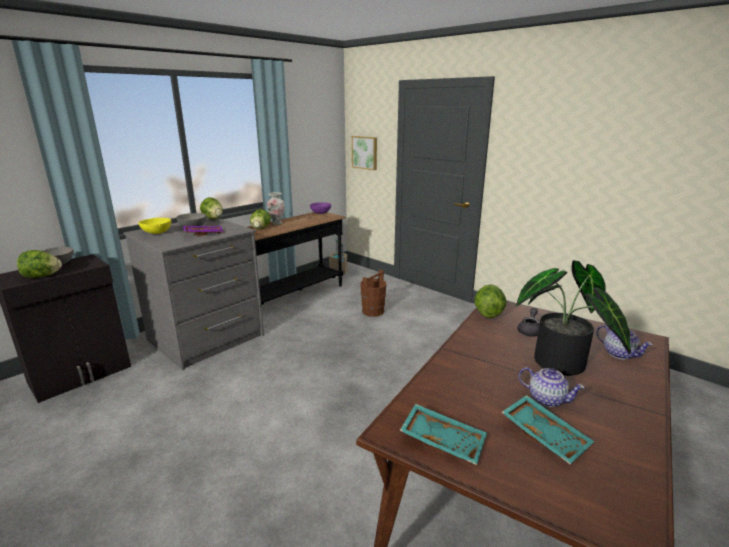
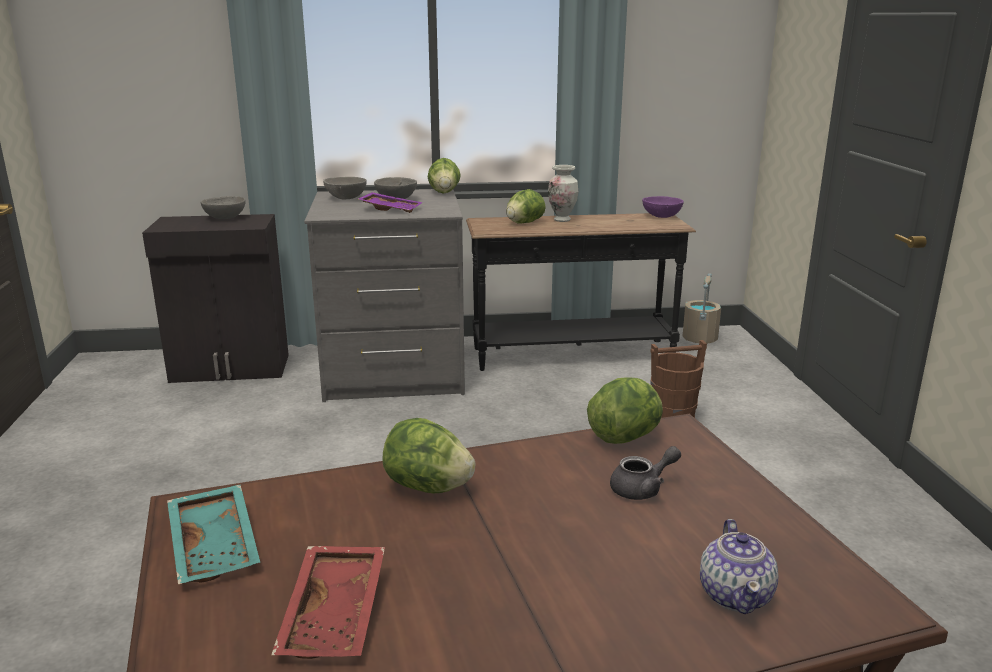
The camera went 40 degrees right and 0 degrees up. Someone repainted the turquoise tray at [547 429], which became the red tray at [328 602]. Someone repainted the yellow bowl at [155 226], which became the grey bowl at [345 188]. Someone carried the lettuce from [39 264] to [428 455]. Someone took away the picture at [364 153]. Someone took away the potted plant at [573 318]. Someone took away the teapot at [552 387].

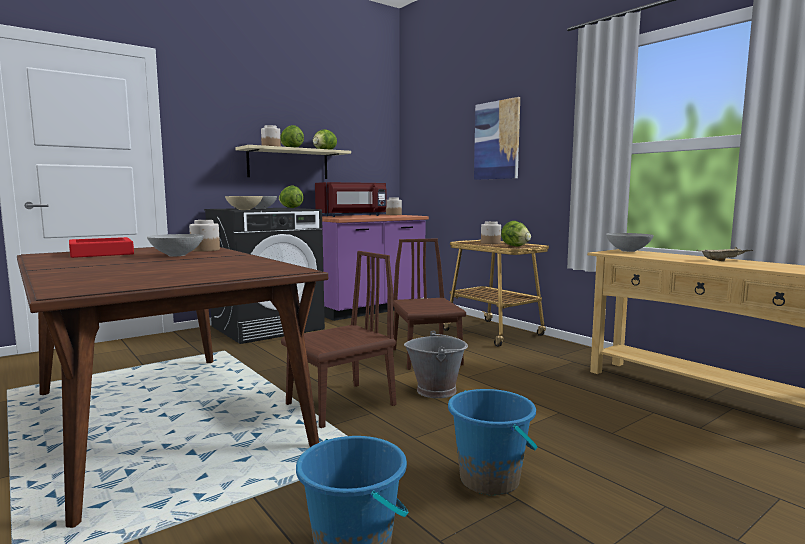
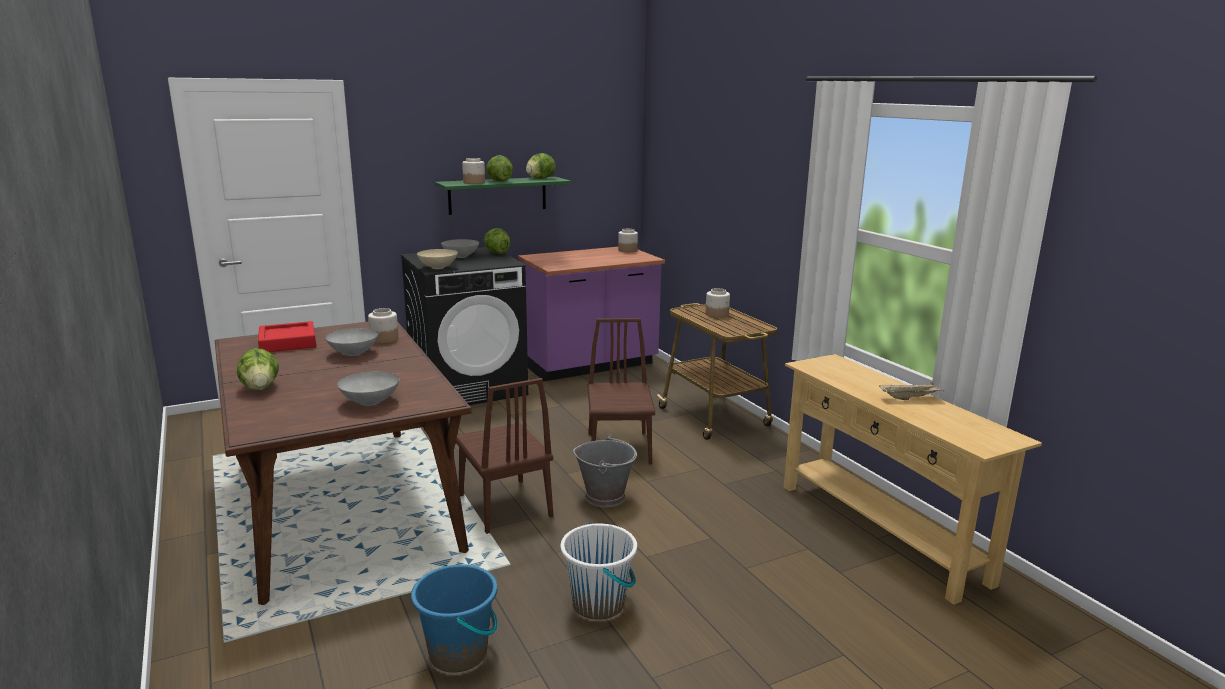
The camera went 10 degrees right and 10 degrees up. Someone carried the lettuce from [516 233] to [258 369]. Someone carried the grey bowl from [630 242] to [368 388]. Someone repainted the beige shelf at [293 162], which became the green shelf at [503 196]. Someone rotated the brown chair at [338 339] by 90 degrees clockwise. Someone repainted the blue bucket at [493 442], which became the white bucket at [599 571]. Someone took away the red microwave at [350 199]. Someone took away the picture at [497 138].

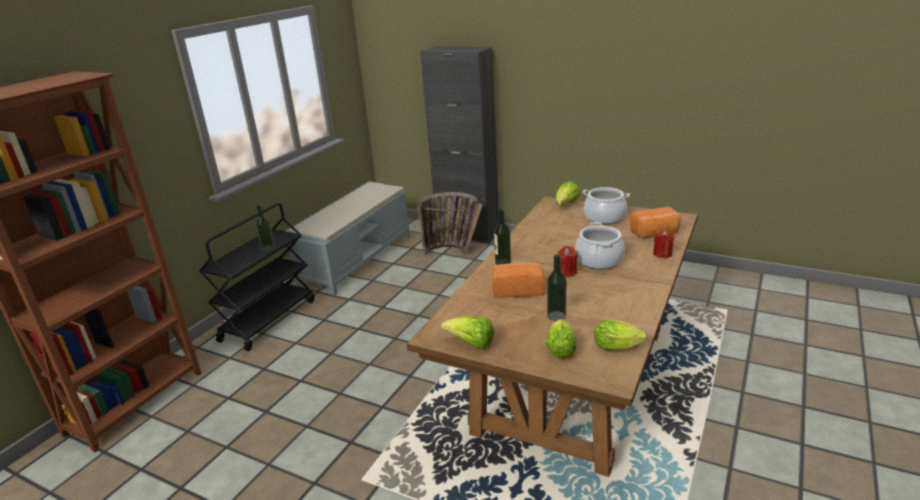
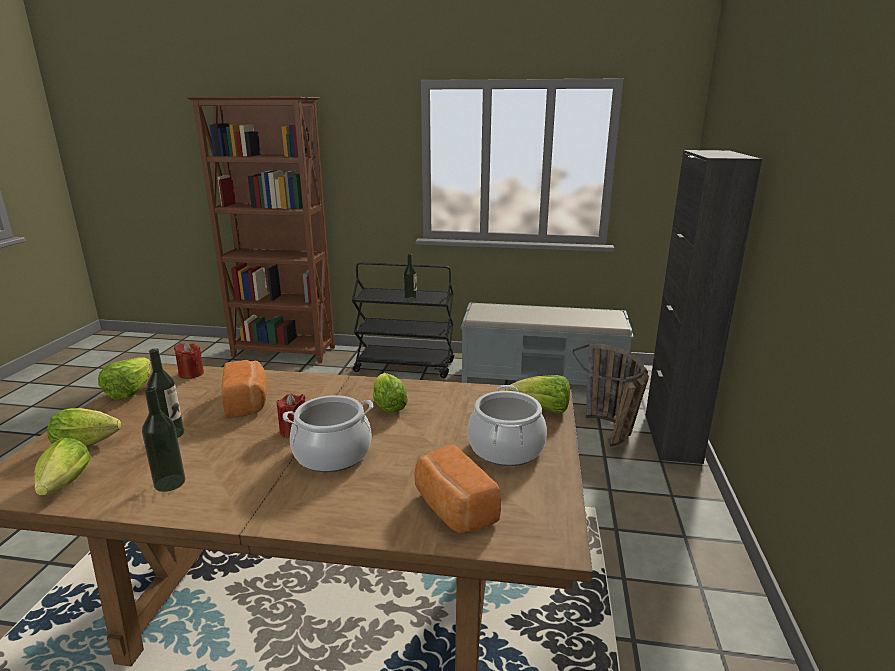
The camera went 70 degrees right and 5 degrees down. Someone carried the bottle from [502 237] to [163 439]. Someone carried the red candle from [663 244] to [189 361]. Someone put down the lettuce at [390 393].

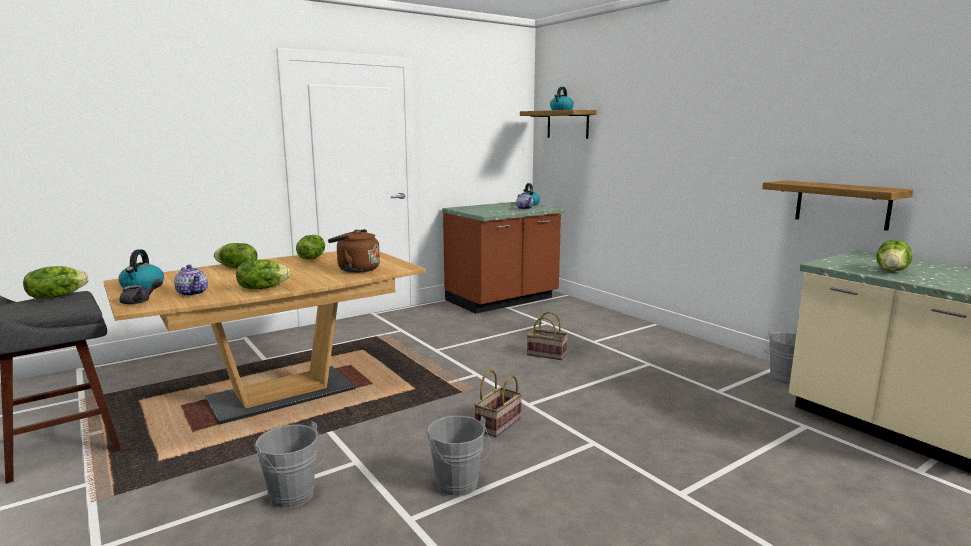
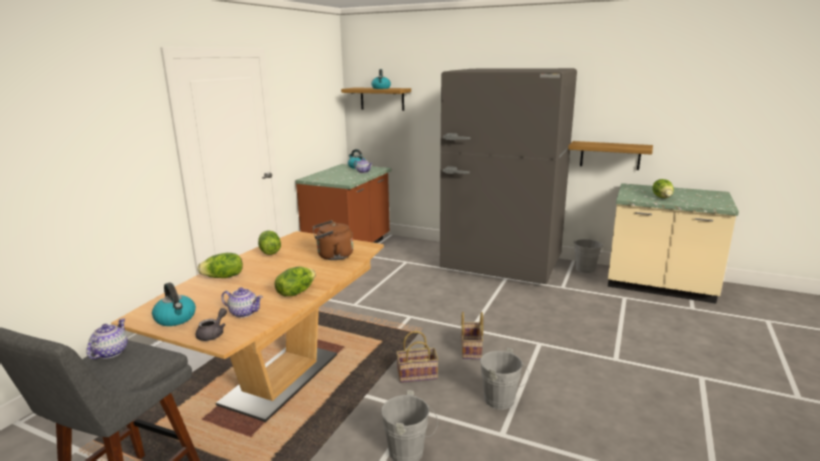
The camera went 30 degrees left and 5 degrees up. Someone swapped the lettuce at [55 282] for the teapot at [107 338]. Someone carried the basket from [547 335] to [417 357]. Someone put down the grey fridge at [508 176].

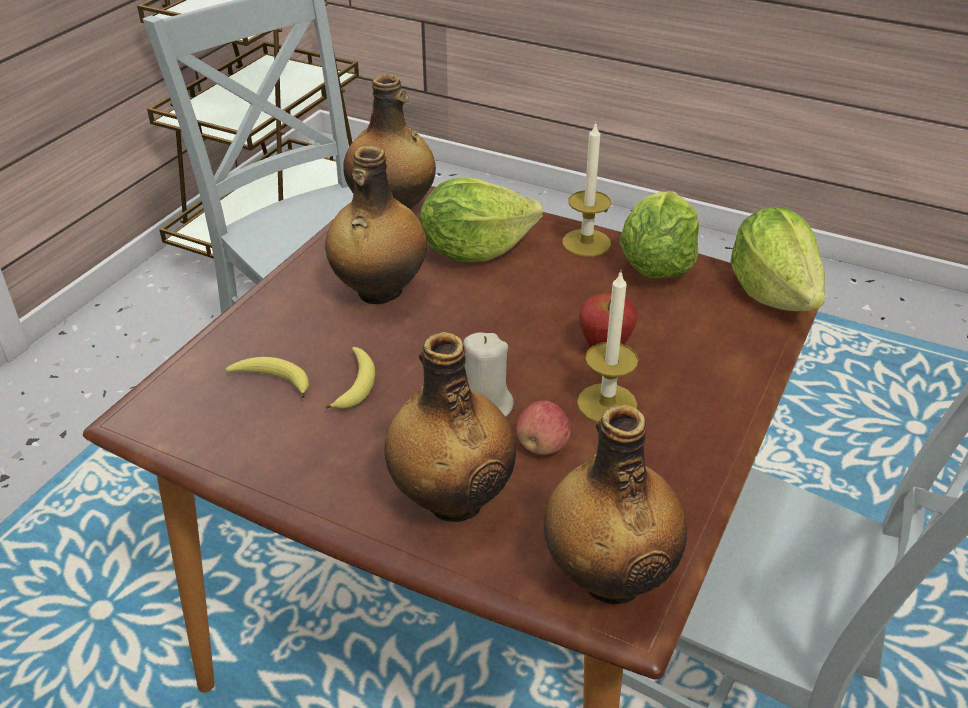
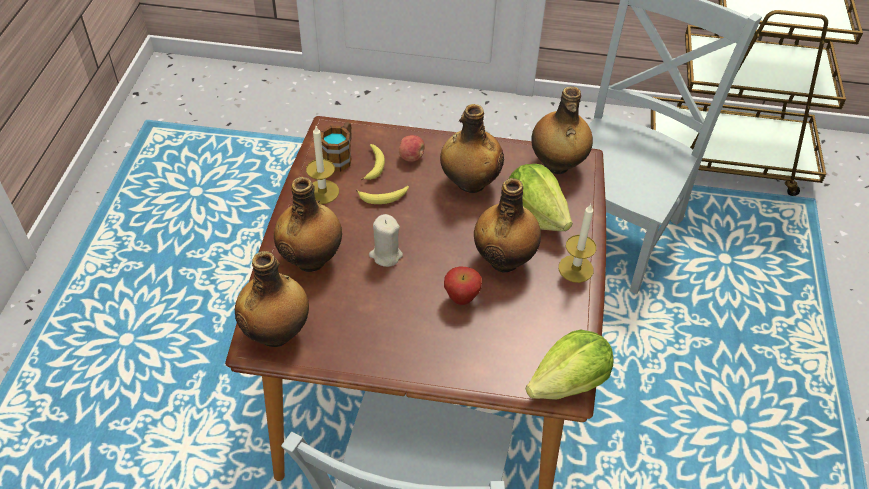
The camera went 70 degrees right and 10 degrees up. Someone carried the candle from [608 347] to [322 165]. Someone put down the mug at [336 147]. Someone carried the apple from [543 427] to [412 148]. Someone put down the bottle at [507 225]. Someone took away the lettuce at [659 234].

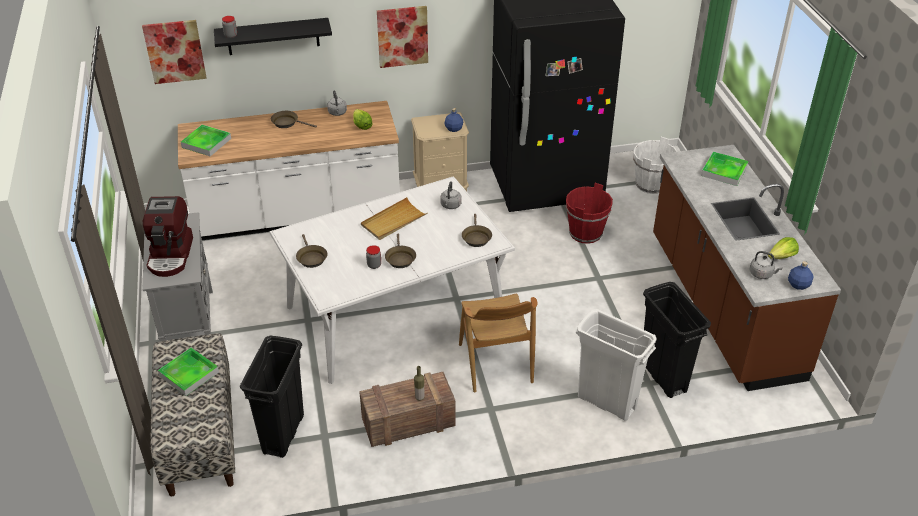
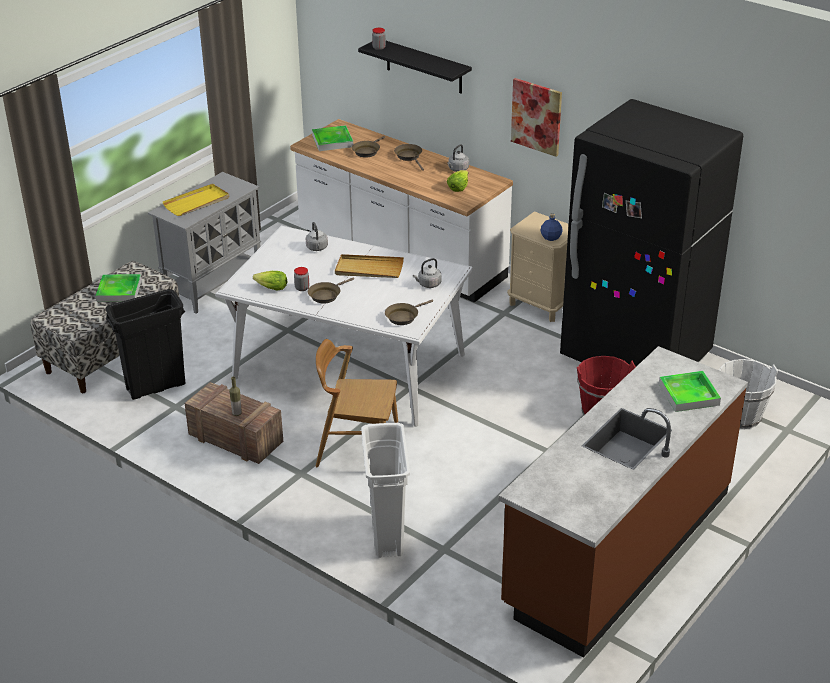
The camera went 50 degrees right and 5 degrees down. Someone swapped the coffee machine at [168 236] for the yellow tray at [196 200]. Someone carried the lettuce from [783 248] to [270 280]. Someone carried the grey kettle from [766 265] to [317 236]. Someone rotated the brown chair at [498 343] by 60 degrees clockwise. Someone carried the brown frying pan from [312 251] to [368 147]. Someone took away the picture at [174 52]. Someone took away the black trash can at [677 340]. Someone took away the blue bottle at [801 275].

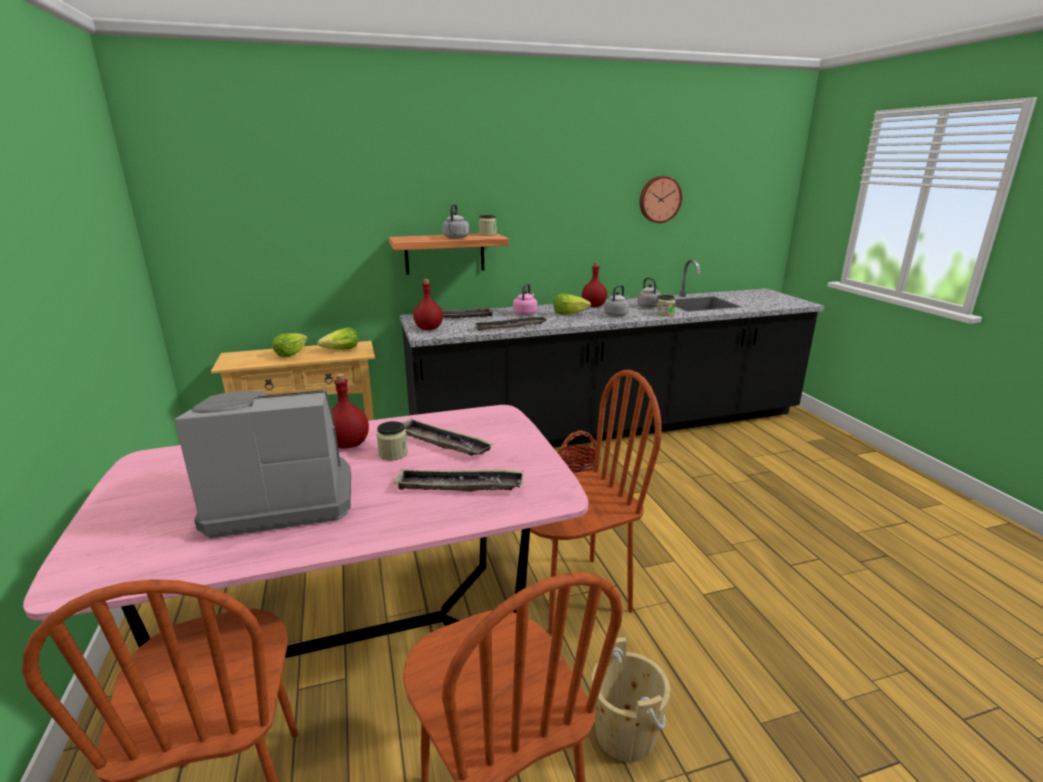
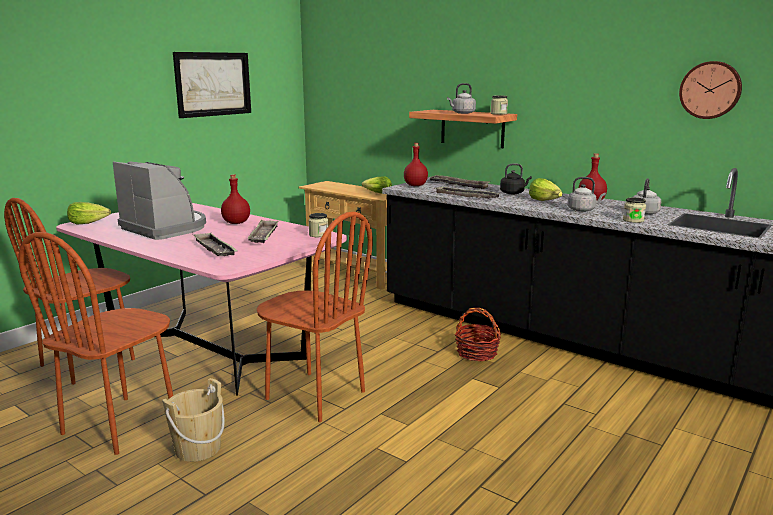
The camera went 55 degrees right and 5 degrees down. Someone carried the lettuce from [290 345] to [89 213]. Someone put up the picture at [212 85]. Someone carried the jar from [392 440] to [318 225]. Someone repainted the pink kettle at [525 299], which became the black kettle at [516 178].

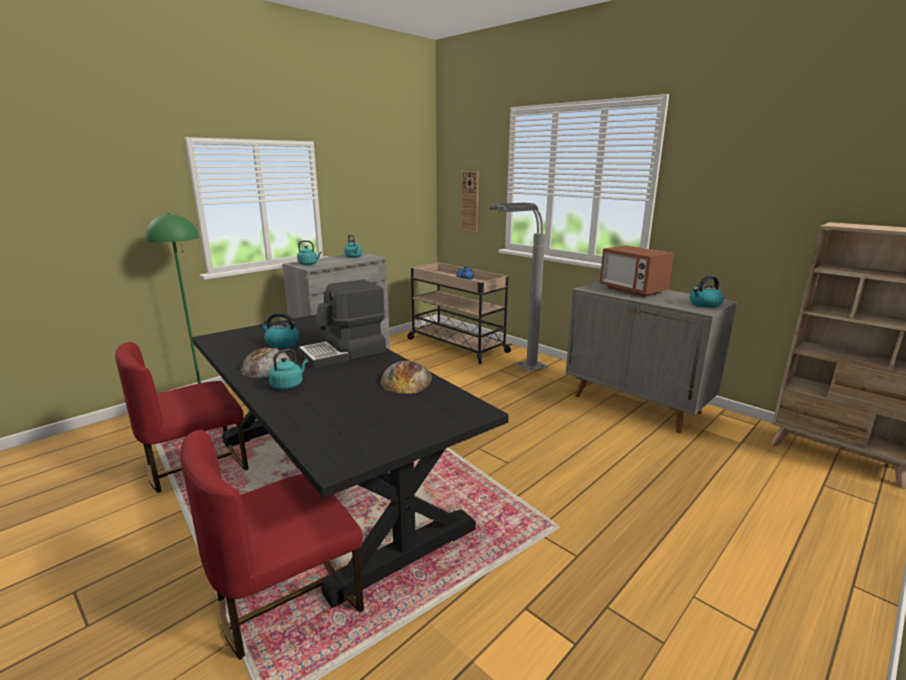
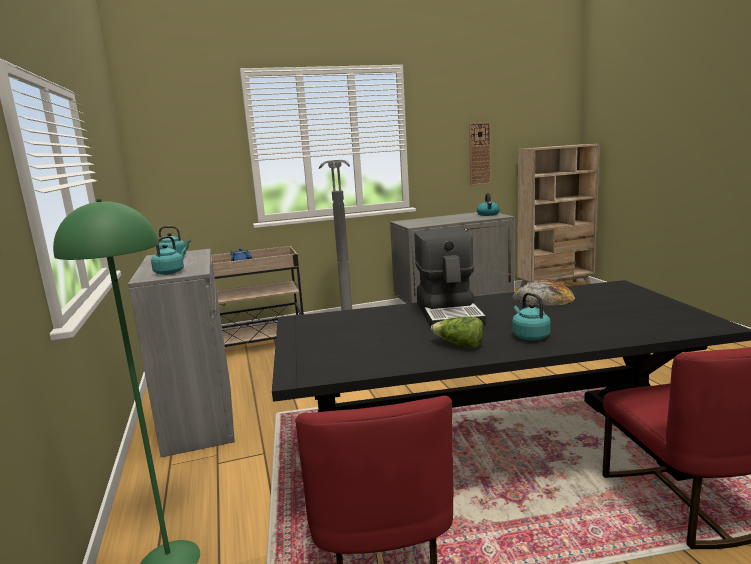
The camera went 60 degrees left and 5 degrees down. Someone swapped the bread at [265 362] for the lettuce at [457 332]. Someone carried the wall clock from [470 201] to [480 154]. Someone took away the kettle at [279 330]. Someone took away the microwave at [637 271].

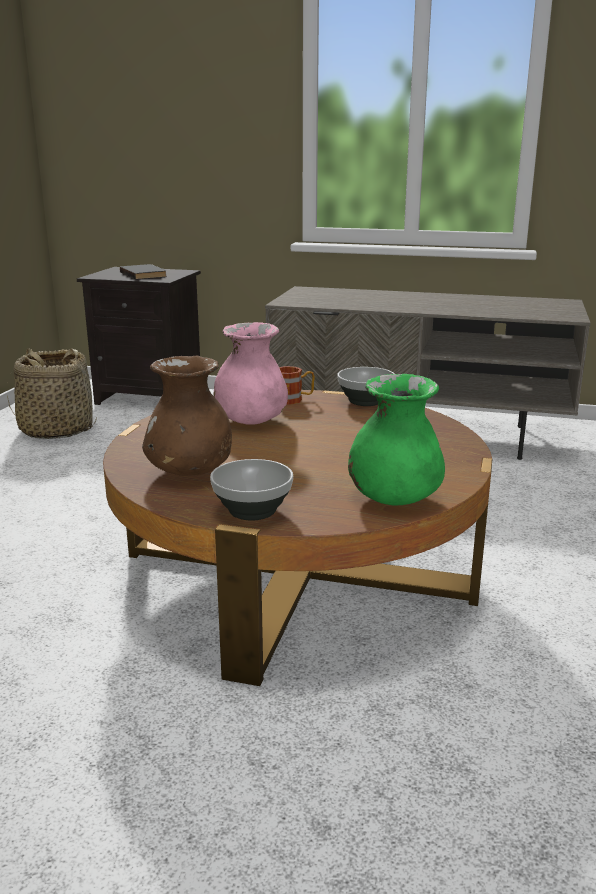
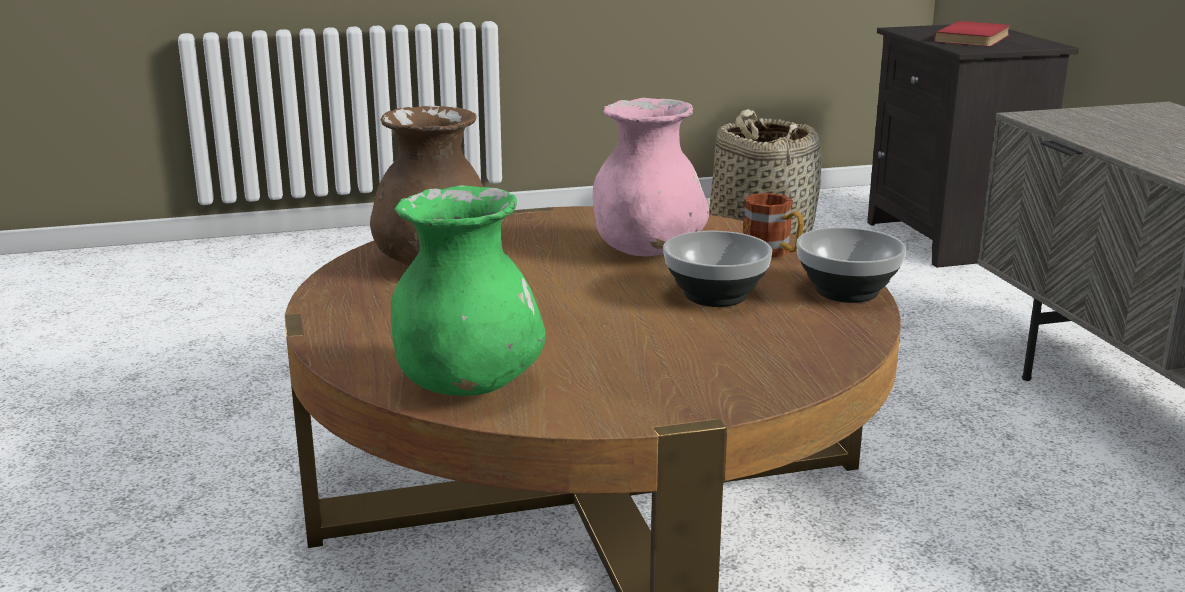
The camera went 60 degrees right and 0 degrees up. Someone carried the bowl from [251 490] to [717 269]. Someone repainted the black book at [143 271], which became the red book at [973 34].

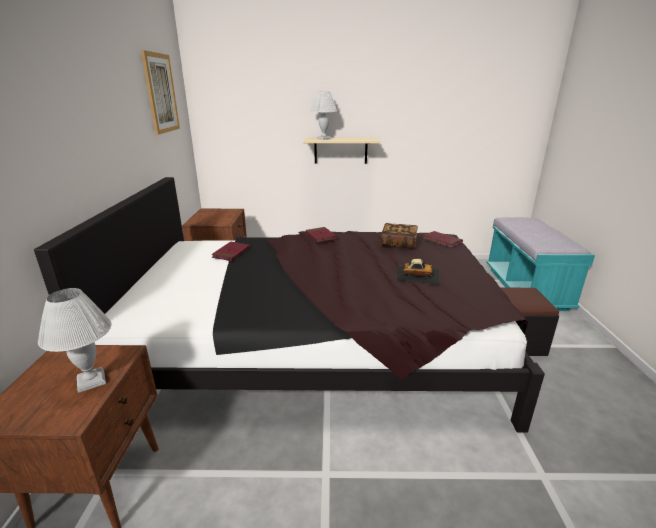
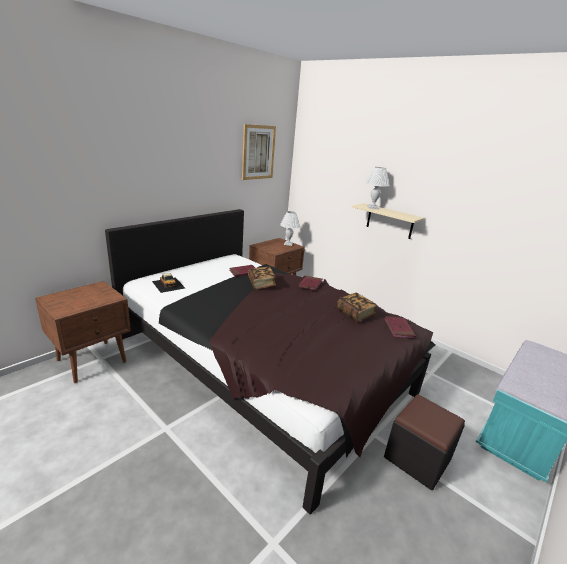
The camera went 40 degrees right and 0 degrees up. Someone carried the toy car from [417 271] to [168 283]. Someone put down the book at [262 278]. Someone carried the white table lamp from [74 340] to [290 228].

